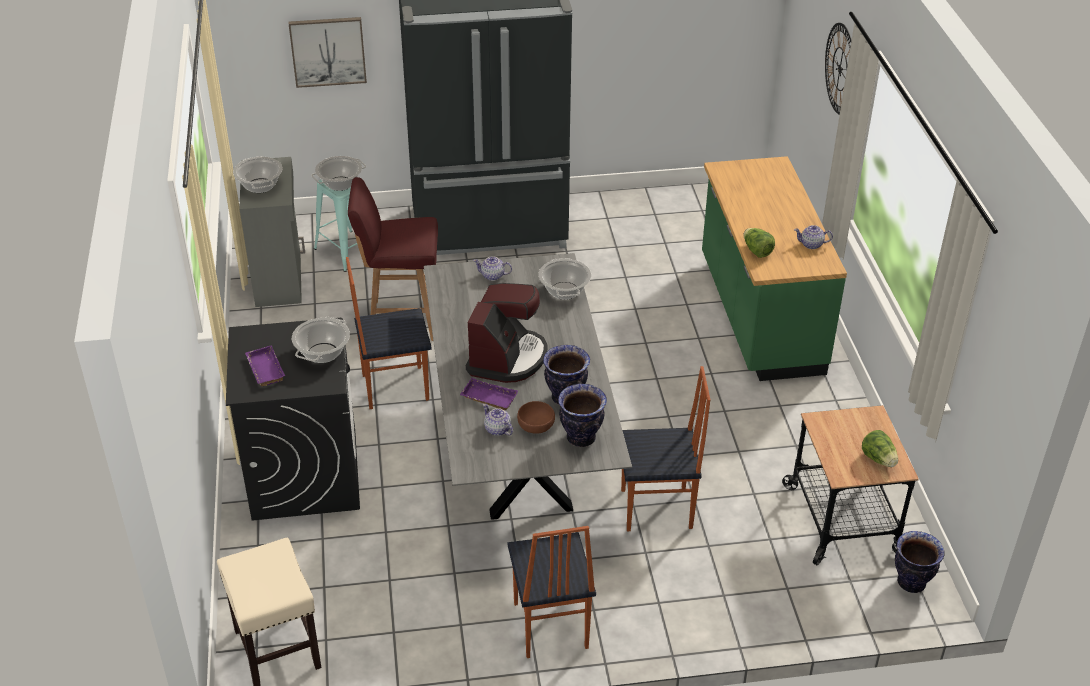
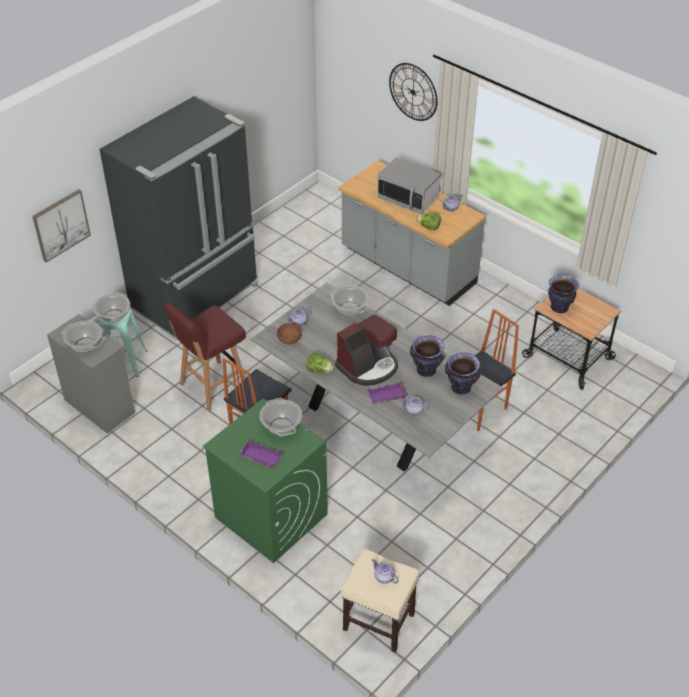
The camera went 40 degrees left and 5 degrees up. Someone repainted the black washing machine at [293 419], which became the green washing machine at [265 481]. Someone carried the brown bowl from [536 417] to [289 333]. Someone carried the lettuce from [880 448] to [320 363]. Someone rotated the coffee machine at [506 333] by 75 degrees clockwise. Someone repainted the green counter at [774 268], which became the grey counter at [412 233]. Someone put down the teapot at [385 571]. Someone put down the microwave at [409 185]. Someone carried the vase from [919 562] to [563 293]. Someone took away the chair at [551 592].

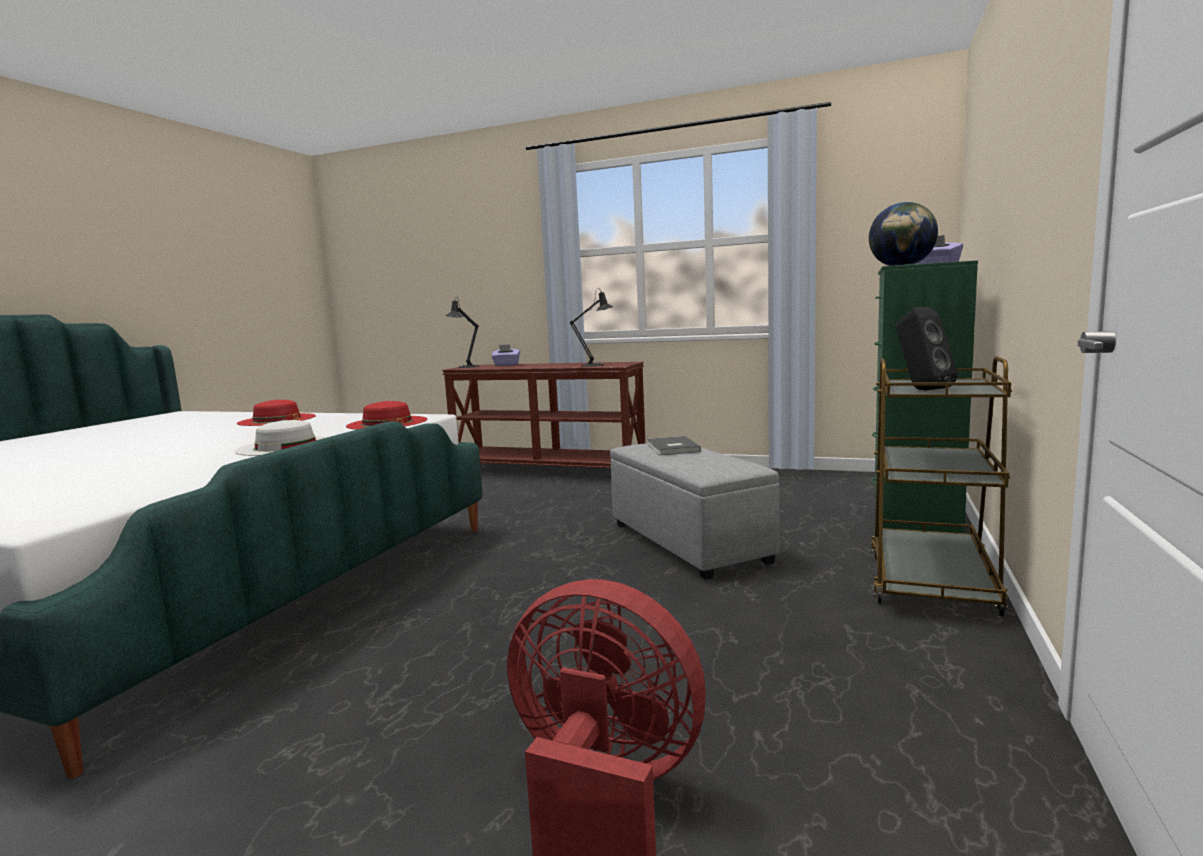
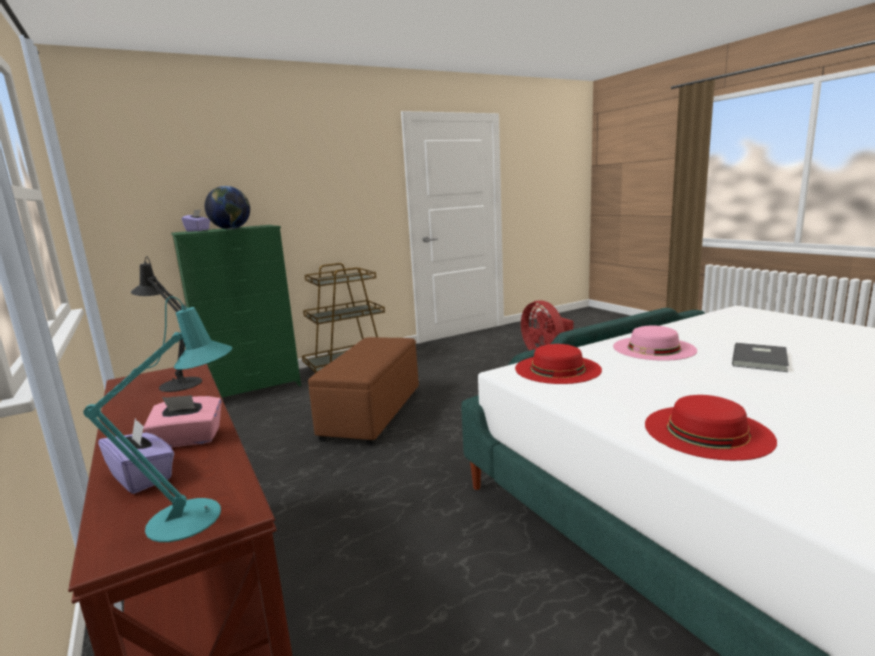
The camera went 140 degrees left and 5 degrees up. Someone repainted the black table lamp at [462 332], which became the turquoise table lamp at [157 419]. Someone put down the pink tissue box at [182 421]. Someone repainted the grey ottoman at [695 511], which became the brown ottoman at [363 391]. Someone repainted the white hat at [280 438], which became the pink hat at [655 343]. Someone carried the grey book from [674 445] to [760 357]. Someone took away the black speaker at [927 348].

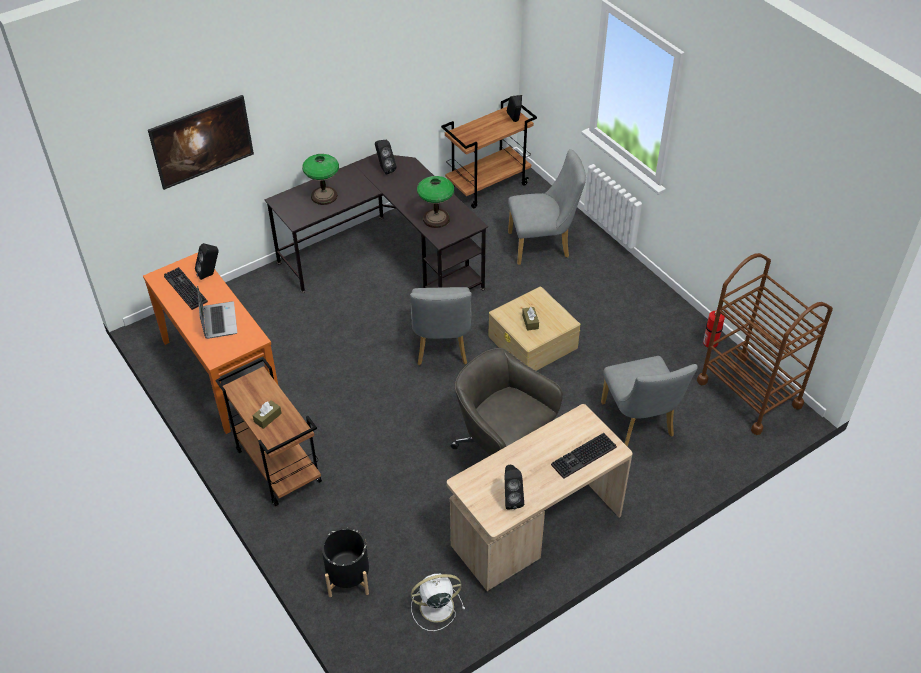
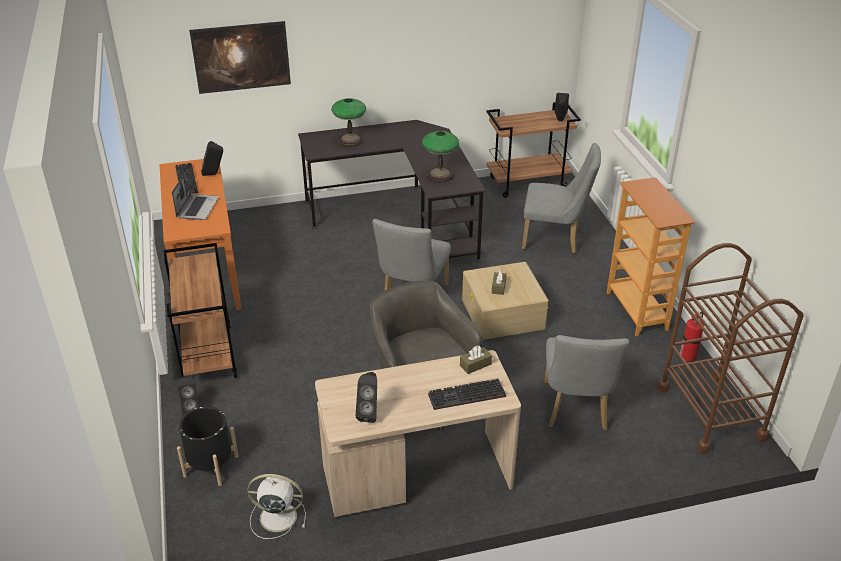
The camera went 20 degrees right and 10 degrees down. Someone carried the black speaker from [386 157] to [189 395]. Someone carried the brown tissue box from [267 414] to [476 360]. Someone put down the bookcase at [651 256].

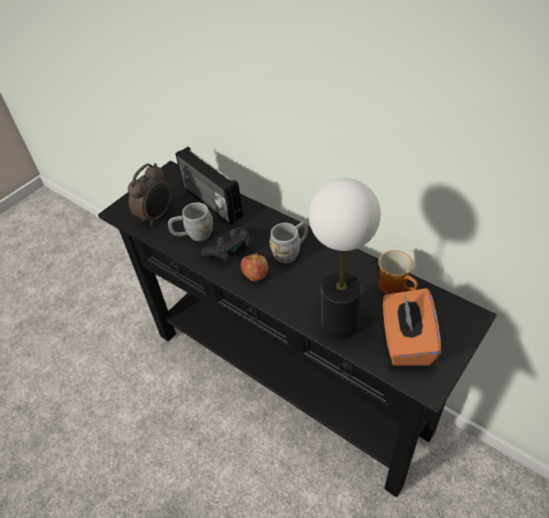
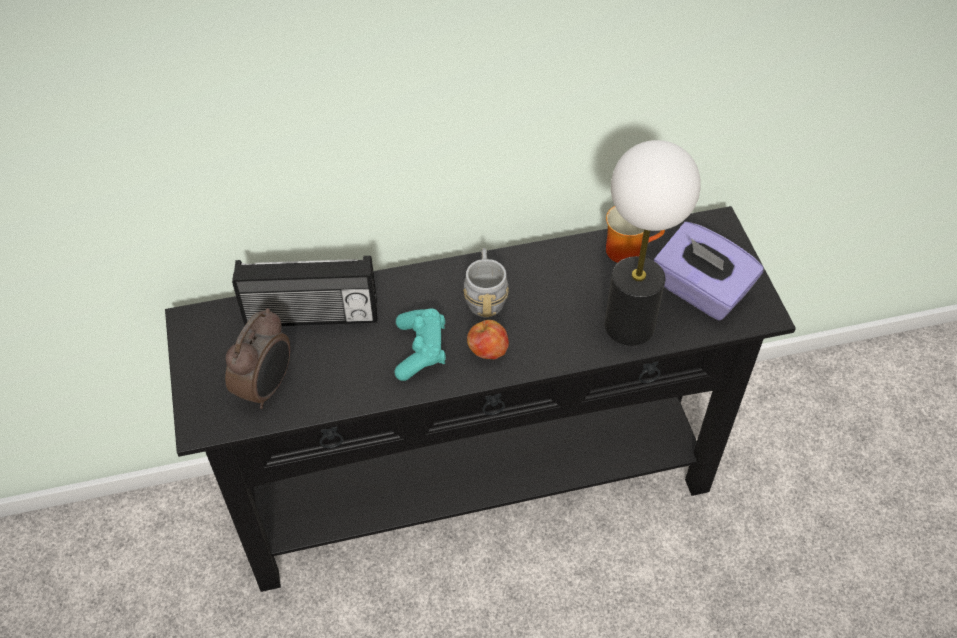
The camera went 55 degrees left and 5 degrees up. Someone rotated the alarm clock at [149 195] by 45 degrees clockwise. Someone repainted the black game controller at [226 245], which became the turquoise game controller at [420 344]. Someone repainted the orange tissue box at [412 327], which became the purple tissue box at [709 271]. Someone took away the grey mug at [190 221].

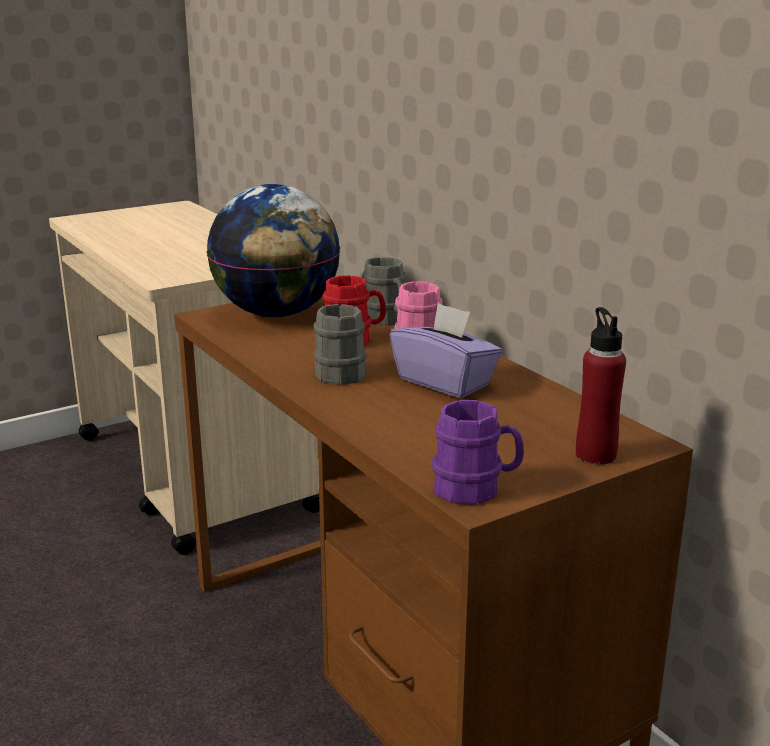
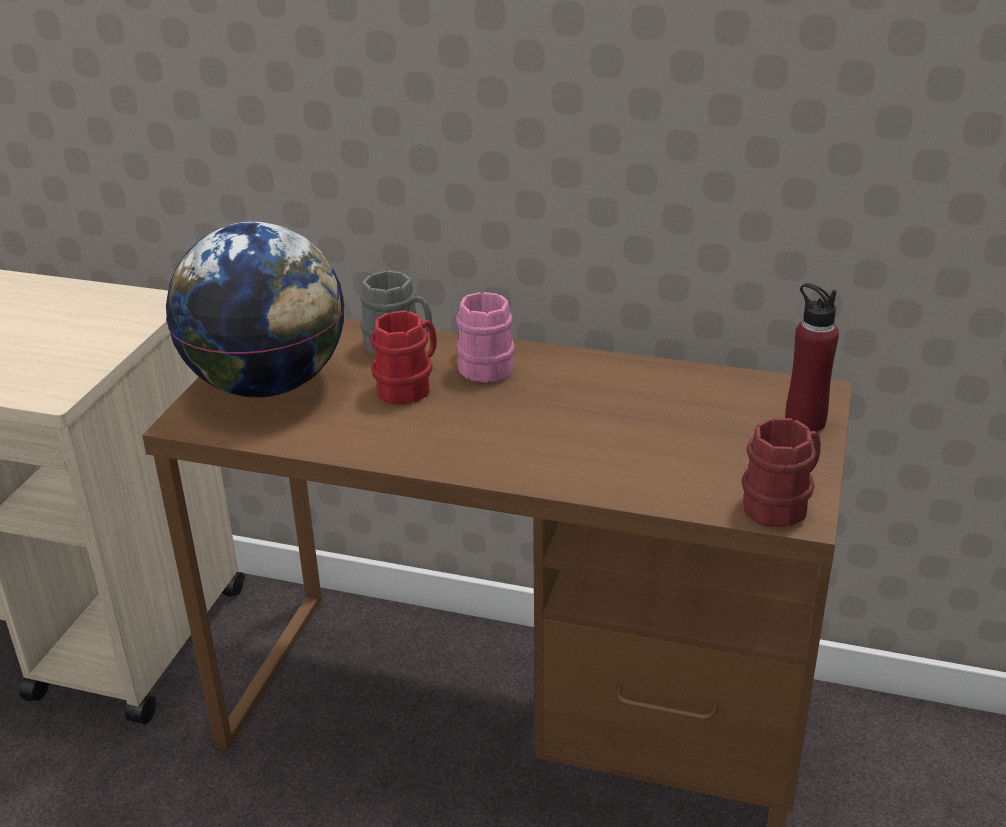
The camera went 40 degrees left and 10 degrees up. Someone repainted the purple mug at [478 452], which became the red mug at [781 472]. Someone took away the grey mug at [340 344]. Someone took away the purple tissue box at [446 350].

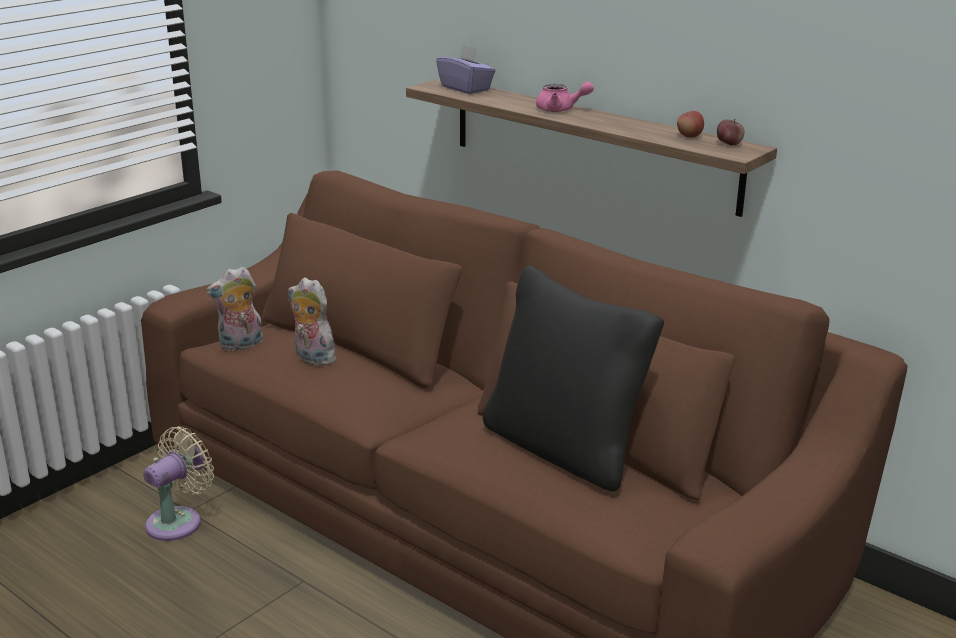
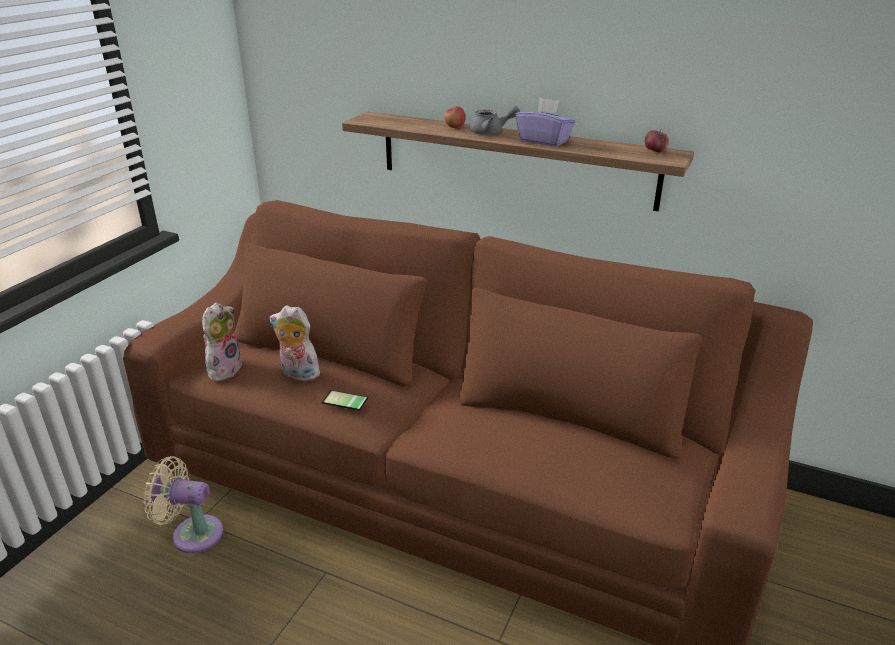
The camera went 15 degrees left and 5 degrees up. Someone rotated the beige fan at [178 483] by 105 degrees counterclockwise. Someone rotated the plush toy at [234 309] by 150 degrees clockwise. Someone put down the phone at [345 400]. Someone carried the apple from [690 124] to [455 117]. Someone repainted the pink teapot at [565 97], which became the grey teapot at [494 120]. Someone carried the purple tissue box from [465 69] to [545 122]. Someone took away the black pillow at [573 378].

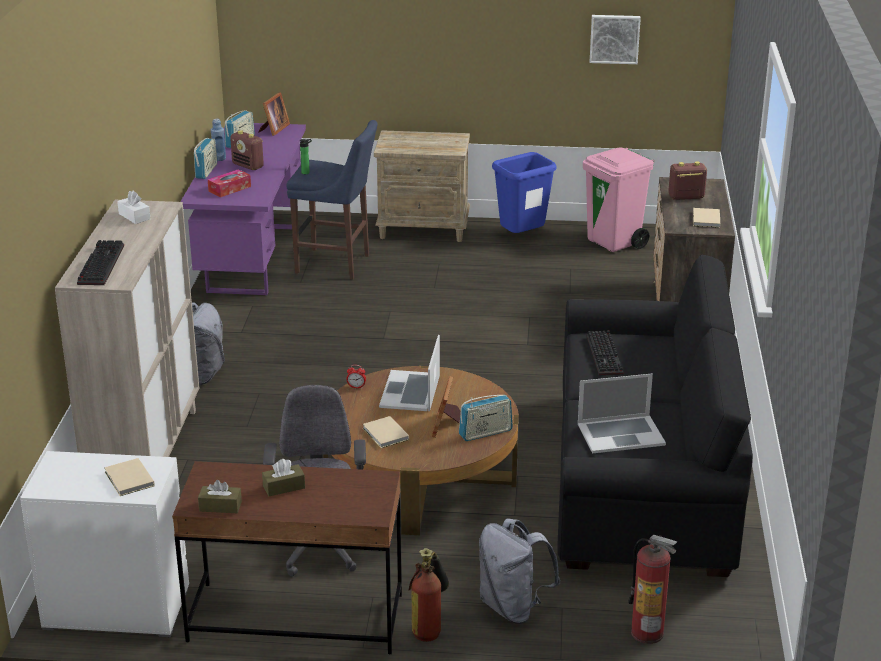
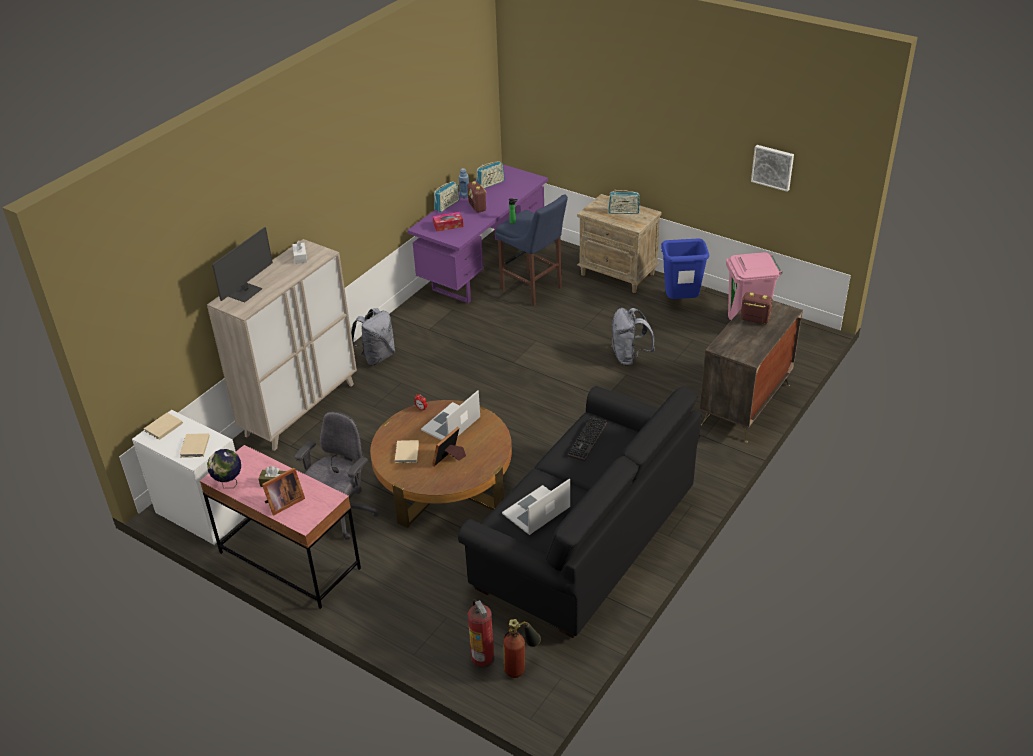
The camera went 30 degrees right and 10 degrees up. Someone carried the beige book from [706 218] to [163 426]. Someone repainted the brown desk at [287 557], which became the pink desk at [280 527]. Someone swapped the brown tissue box at [220 496] for the globe at [224 468]. Someone swapped the keyboard at [100 262] for the monitor at [242 264]. Someone carried the picture frame from [274 114] to [283 491]. Someone rotated the laptop at [622 413] by 120 degrees clockwise. Someone carried the fire extinguisher from [429 595] to [522 648]. Someone carried the radio from [486 418] to [624 201]. Someone carried the grey backpack from [520 571] to [633 337].

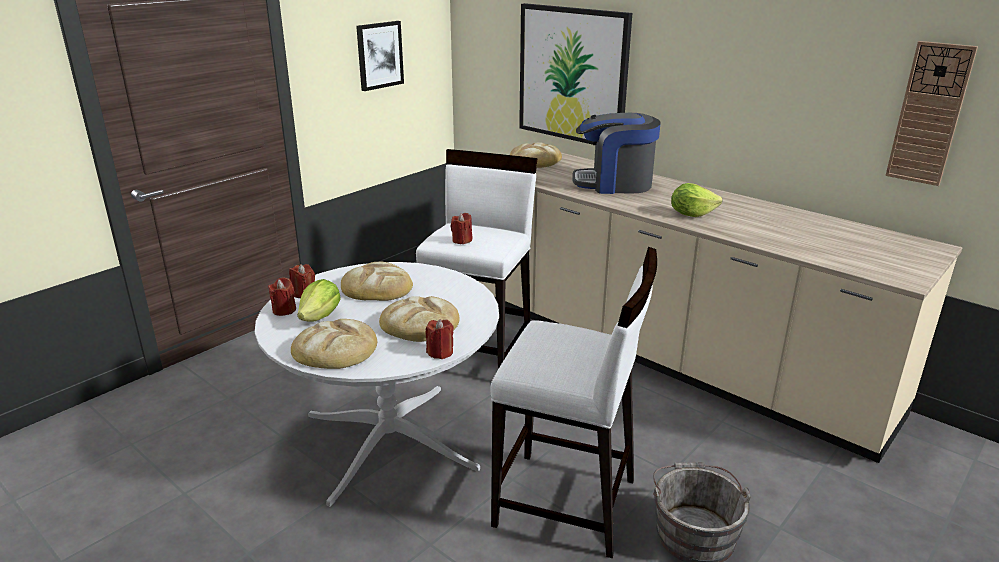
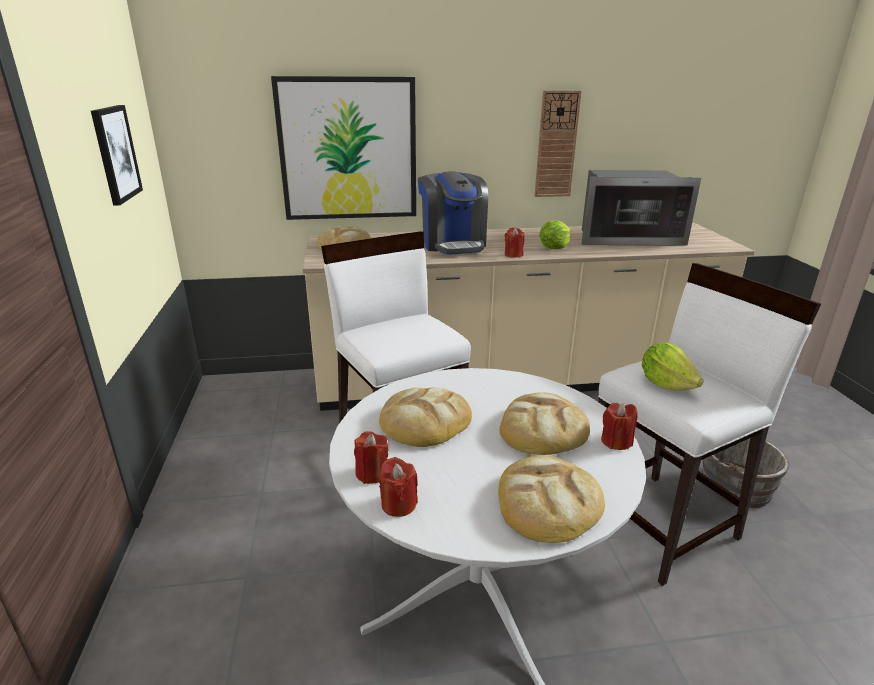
The camera went 50 degrees left and 0 degrees up. Someone rotated the coffee machine at [616 153] by 60 degrees counterclockwise. Someone carried the red candle from [461 228] to [515 242]. Someone carried the wall clock from [931 113] to [558 143]. Someone put down the microwave at [641 208]. Someone carried the lettuce from [319 300] to [673 366].

